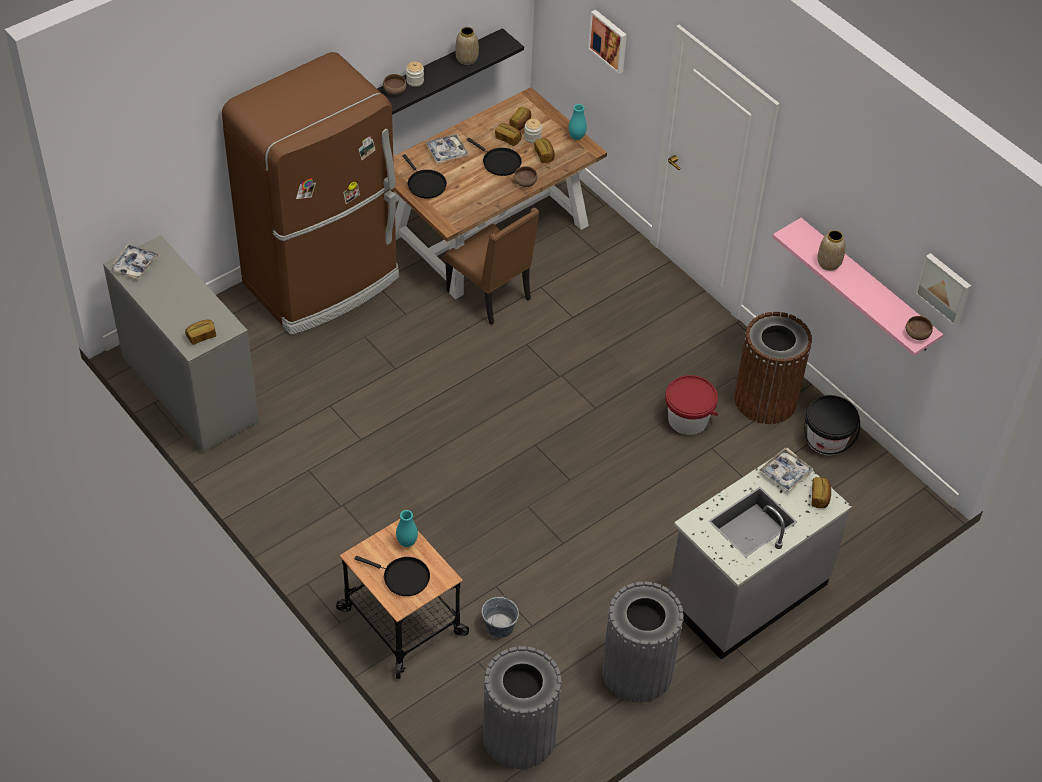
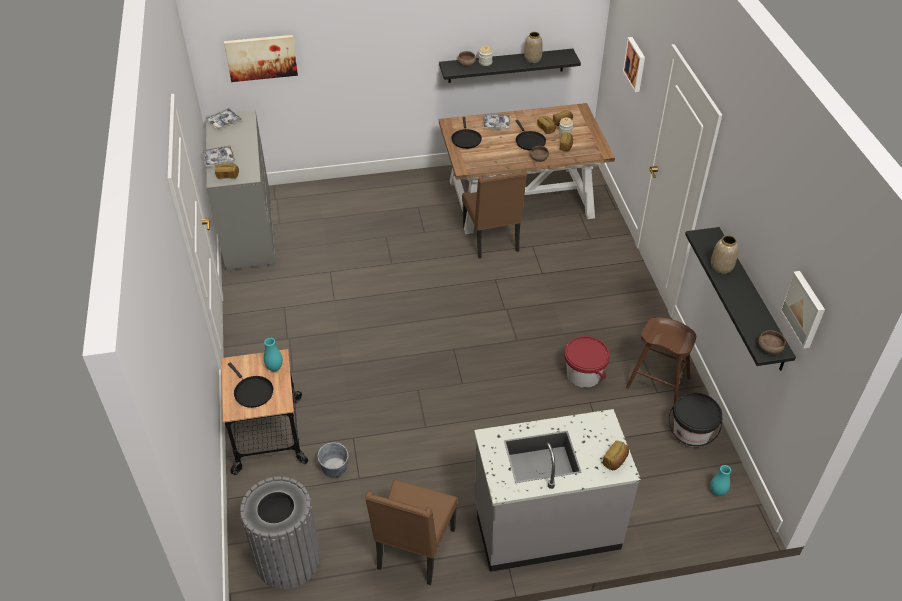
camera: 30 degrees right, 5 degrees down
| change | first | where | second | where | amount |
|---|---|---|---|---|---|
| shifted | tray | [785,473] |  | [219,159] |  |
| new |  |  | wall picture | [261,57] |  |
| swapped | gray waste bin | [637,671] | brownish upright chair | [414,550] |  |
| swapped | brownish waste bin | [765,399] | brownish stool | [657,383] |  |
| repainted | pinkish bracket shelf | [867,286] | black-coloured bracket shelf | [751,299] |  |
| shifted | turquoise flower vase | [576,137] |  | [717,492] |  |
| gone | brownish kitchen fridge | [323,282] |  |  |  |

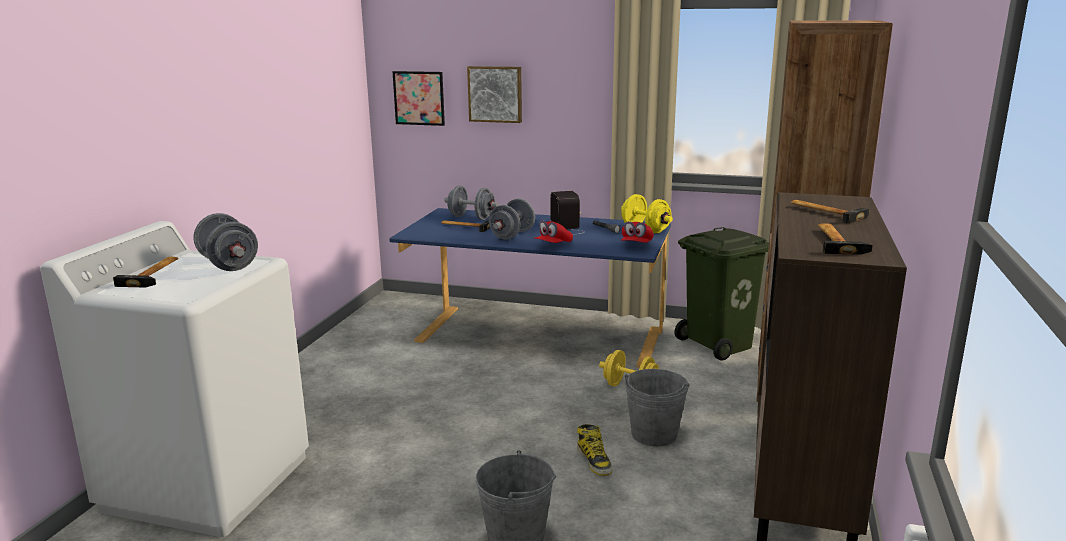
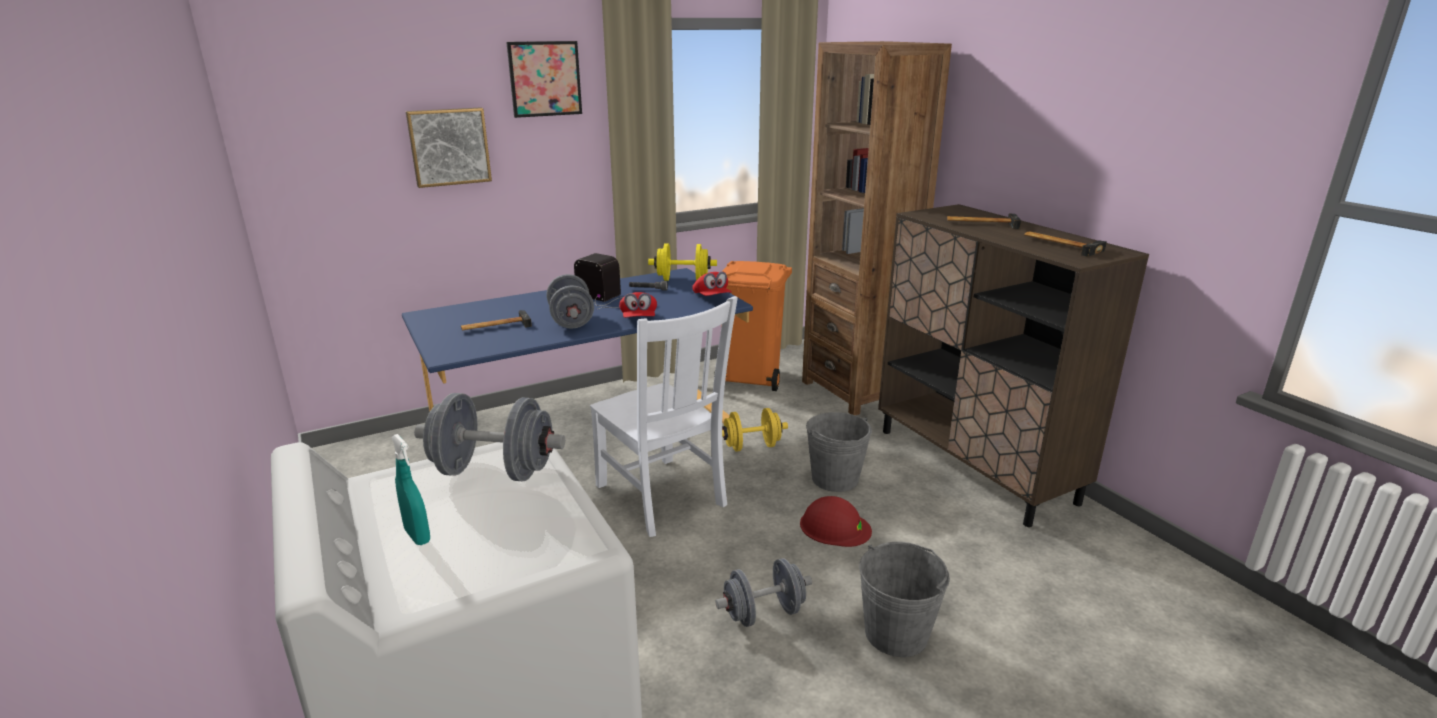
camera: 45 degrees left, 5 degrees up
| change | first | where | second | where | amount |
|---|---|---|---|---|---|
| swapped | hand hammer | [155,274] | turquoise spray bottle | [417,536] |  |
| shifted | wall picture | [419,98] |  | [545,79] |  |
| new |  |  | white upright chair | [662,497] |  |
| repainted | green-coloured waste bin | [719,344] | orange waste bin | [752,377] |  |
| shifted | gray hand weight | [471,217] |  | [763,613] |  |
| swapped | high-top boot | [594,461] | red hard hat | [834,527] |  |

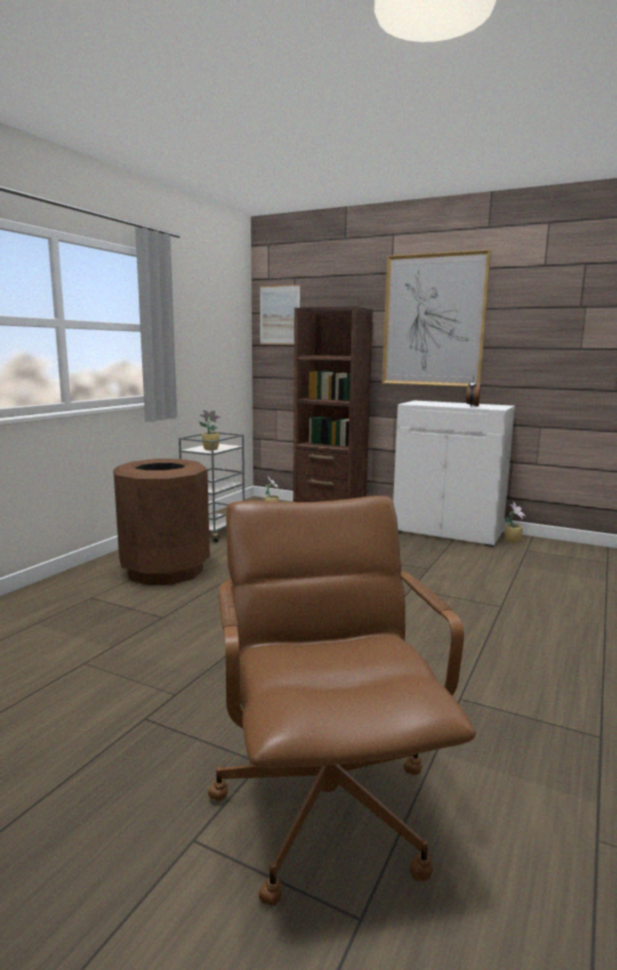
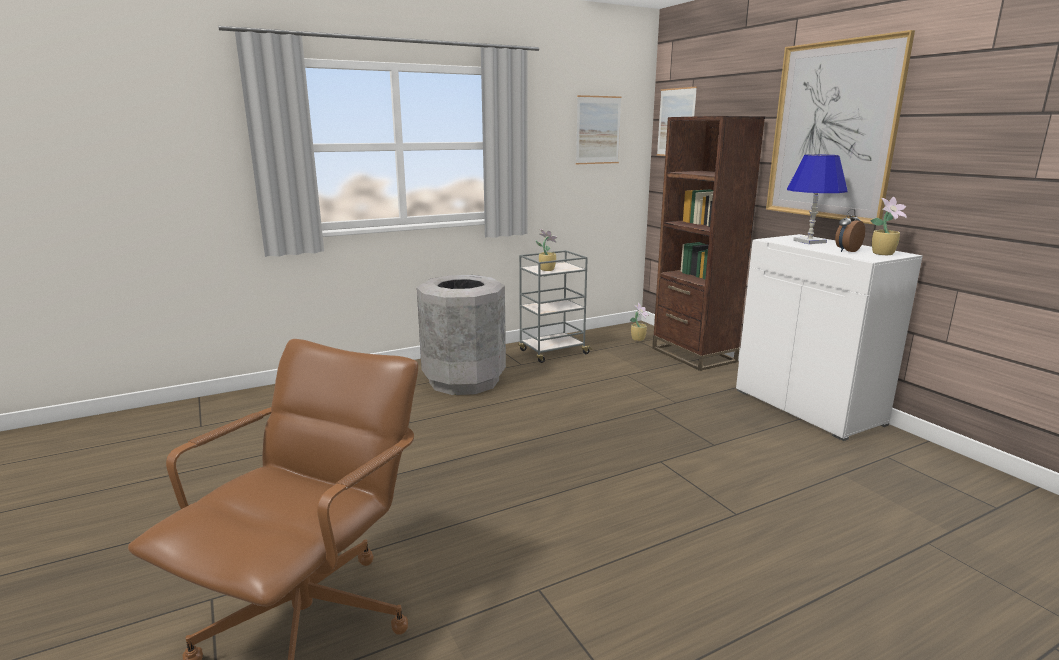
camera: 35 degrees right, 5 degrees up
| change | first | where | second | where | amount |
|---|---|---|---|---|---|
| repainted | brownish waste bin | [165,570] | gray waste bin | [464,381] |  |
| new |  |  | wall picture | [598,130] |  |
| new |  |  | blue tabletop lamp | [809,241] |  |
| shifted | plant in a pot | [513,541] |  | [884,254] |  |

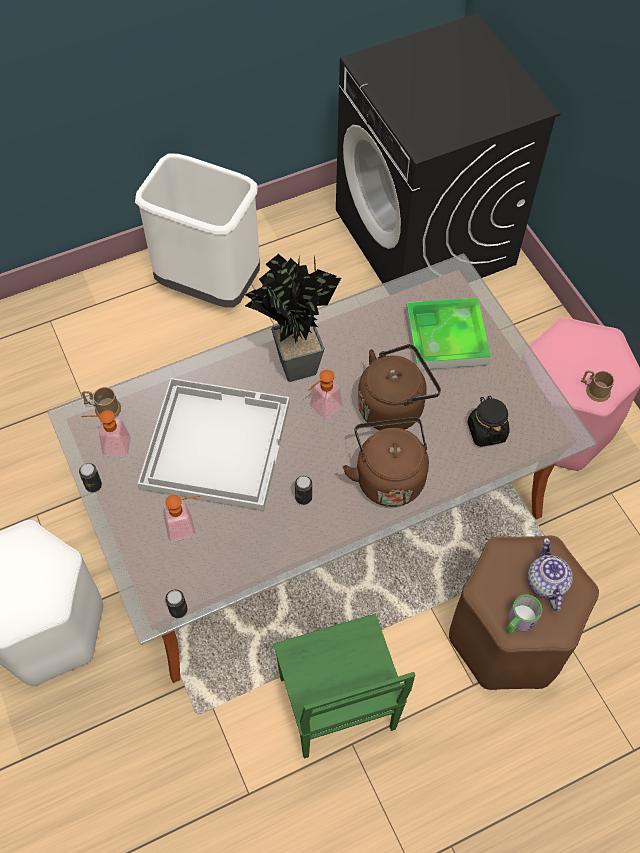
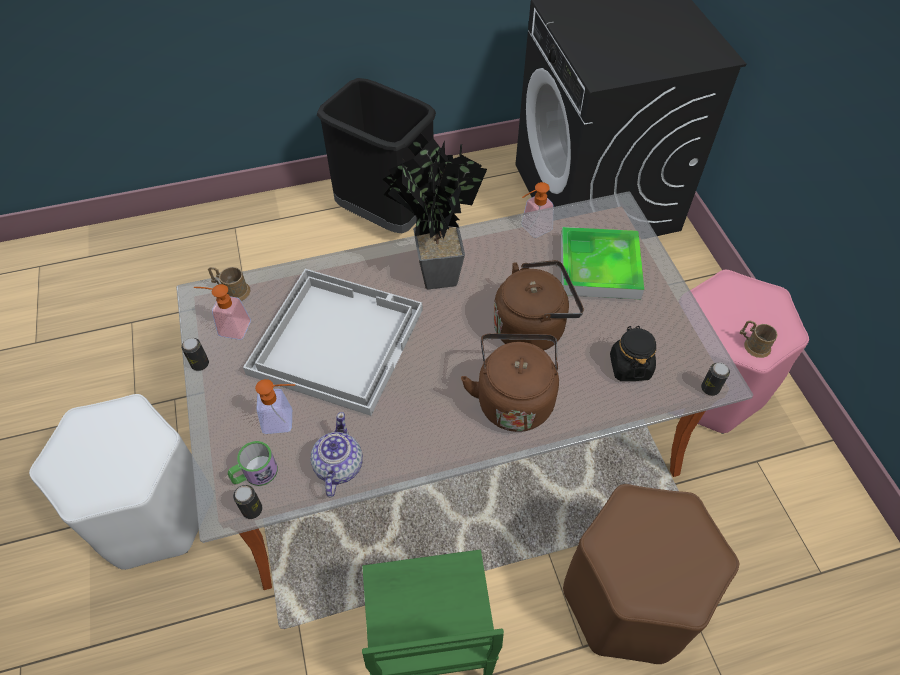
camera: 10 degrees right, 5 degrees down
| change | first | where | second | where | amount |
|---|---|---|---|---|---|
| shifted | mug | [518,622] |  | [255,474] |  |
| shifted | teapot | [546,583] |  | [338,467] |  |
| repainted | white waste bin | [210,284] | black-coloured waste bin | [387,214] |  |
| shifted | soap dispenser | [322,410] |  | [532,230] |  |
| shifted | metal can | [303,497] |  | [710,388] |  |

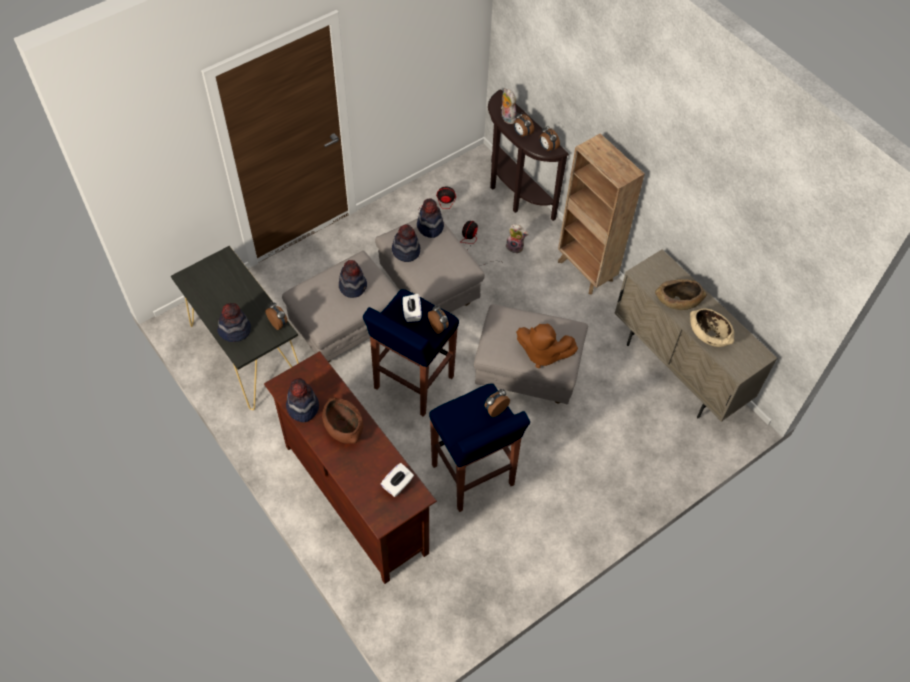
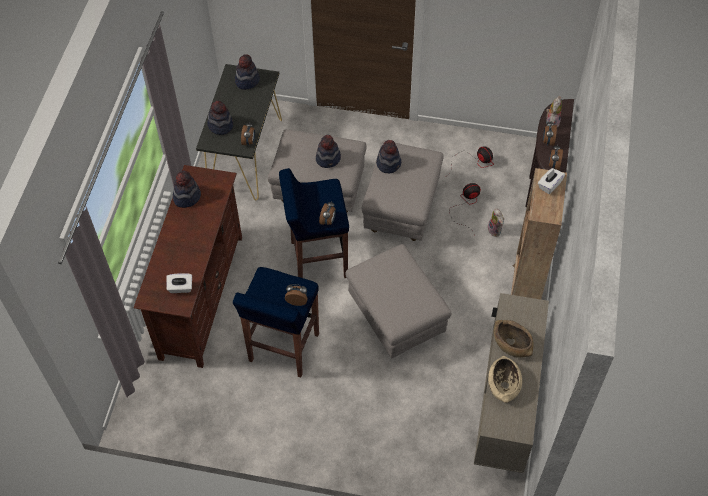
camera: 50 degrees right, 0 degrees up
| change | first | where | second | where | amount |
|---|---|---|---|---|---|
| shifted | hat | [430,227] |  | [247,80] |  |
| shifted | white tissue box | [412,313] |  | [549,185] |  |
| gone | brownish bowl | [343,426] |  |  |  |
| gone | brownish plush toy | [542,354] |  |  |  |

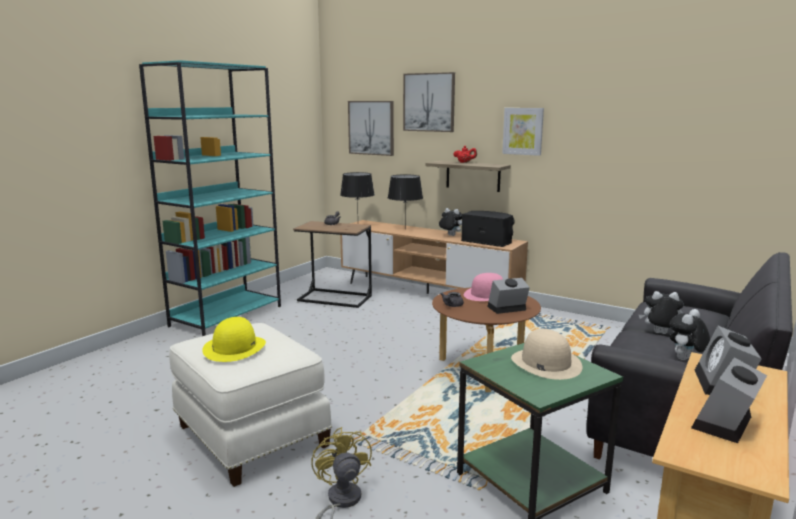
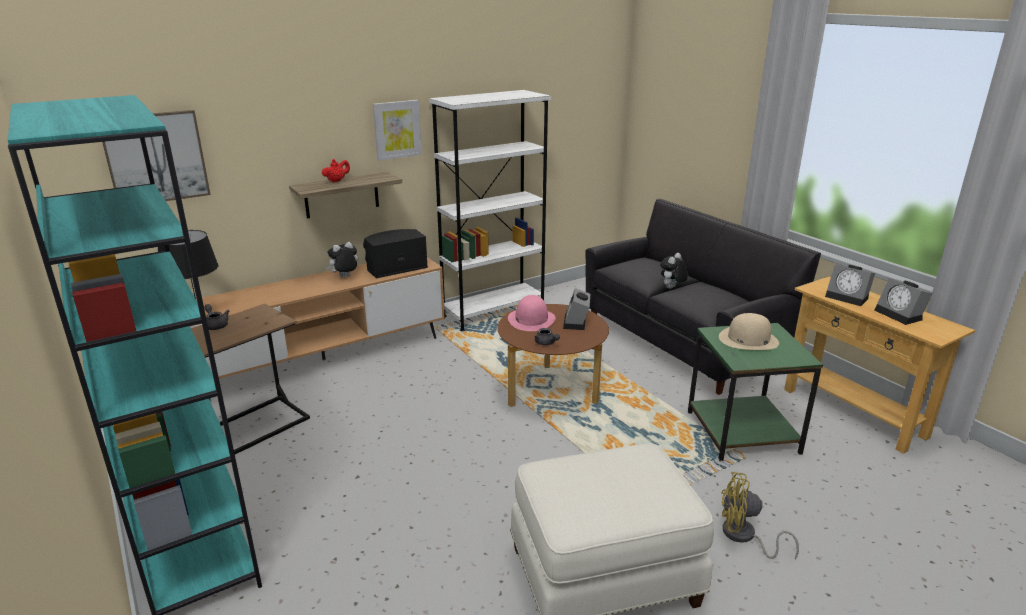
camera: 65 degrees left, 10 degrees up
| change | first | where | second | where | amount |
|---|---|---|---|---|---|
| new |  |  | white bookcase | [493,312] |  |
| gone | yellow-coloured hat | [234,348] |  |  |  |
| gone | black-coloured tabletop lamp | [405,229] |  |  |  |
| gone | wall picture | [429,102] |  |  |  |
| gone | plush toy | [685,360] |  |  |  |

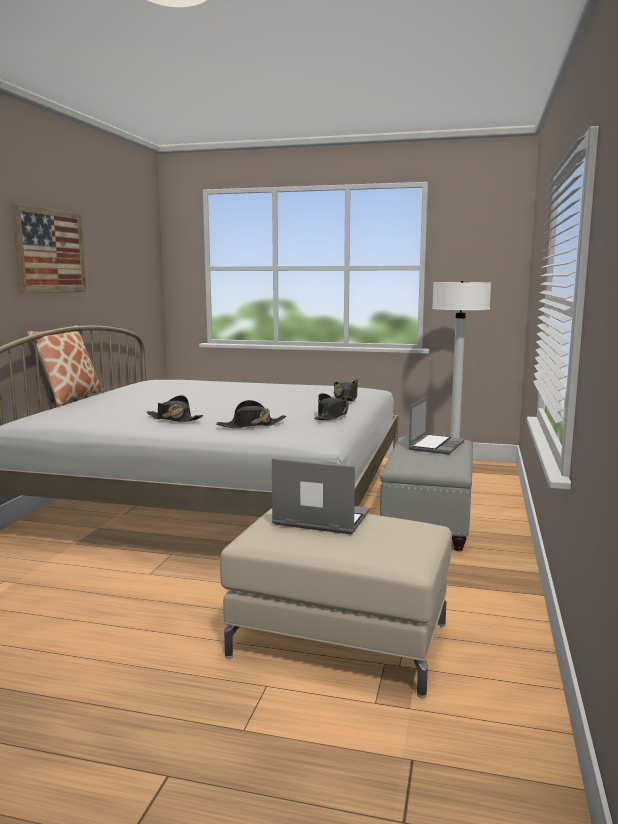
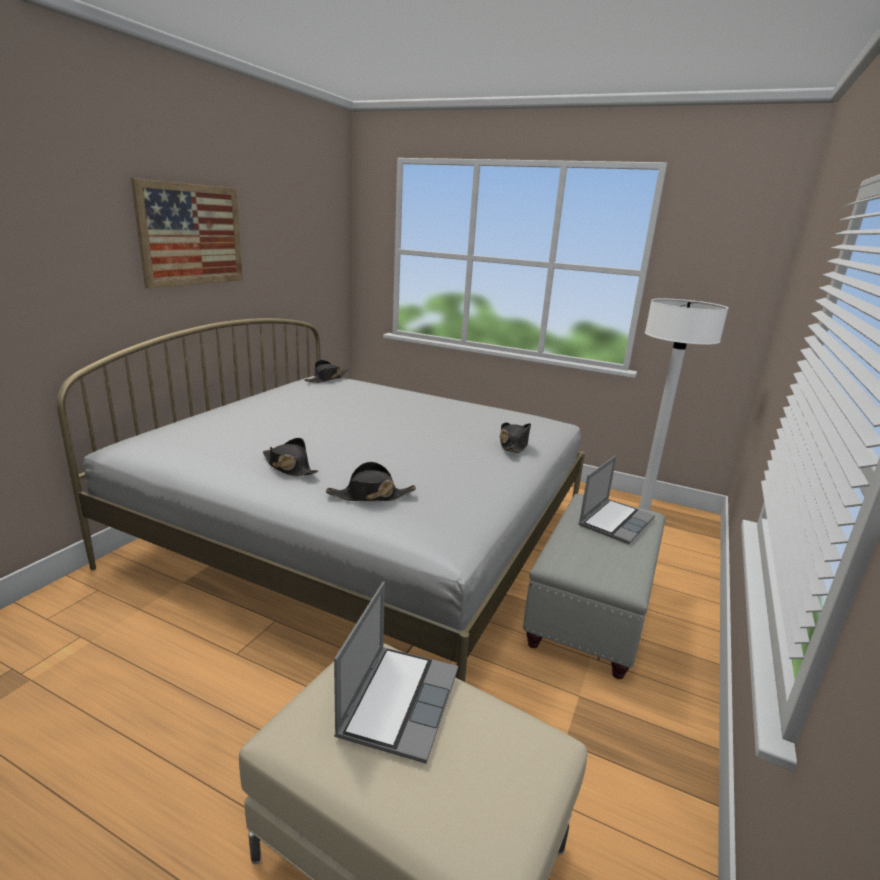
camera: 10 degrees right, 10 degrees up
| change | first | where | second | where | amount |
|---|---|---|---|---|---|
| shifted | black-coloured hat | [332,416] |  | [327,379] |  |
| rotated | portable computer | [319,519] |  | [398,701] | 75 degrees clockwise |
| gone | pillow | [70,398] |  |  |  |

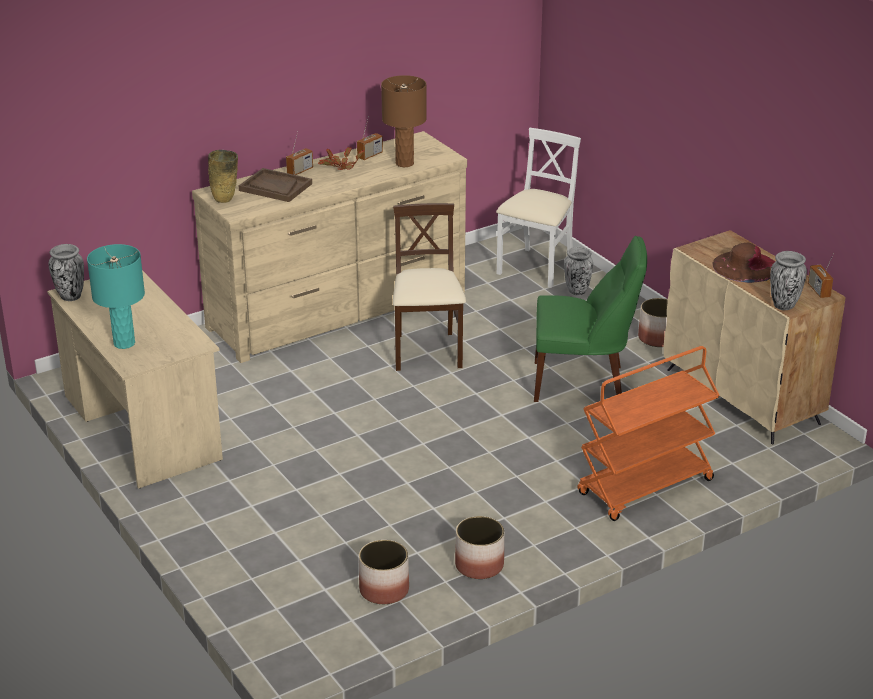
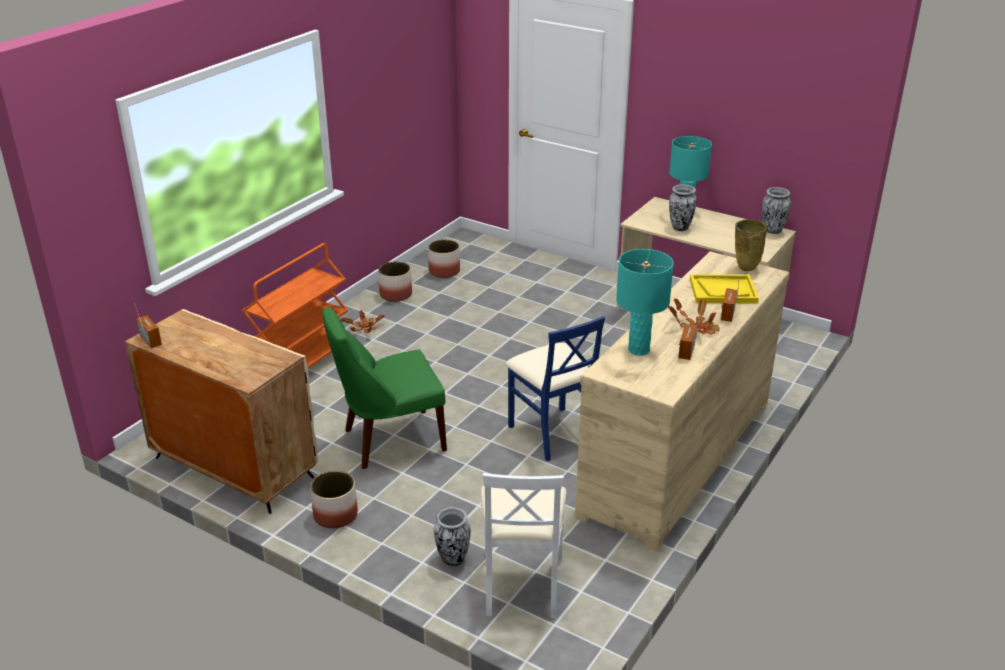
camera: 155 degrees right, 0 degrees up
| change | first | where | second | where | amount |
|---|---|---|---|---|---|
| new |  |  | plant in a pot | [364,328] |  |
| repainted | beige-coloured upright chair | [427,352] | blue upright chair | [552,433] |  |
| repainted | brownish tabletop lamp | [405,163] | turquoise tabletop lamp | [638,350] |  |
| shifted | flower vase | [783,305] |  | [680,228] |  |
| repainted | brownish tray | [275,187] | yellow-coloured tray | [723,291] |  |
| gone | brownish hat | [745,266] |  |  |  |

